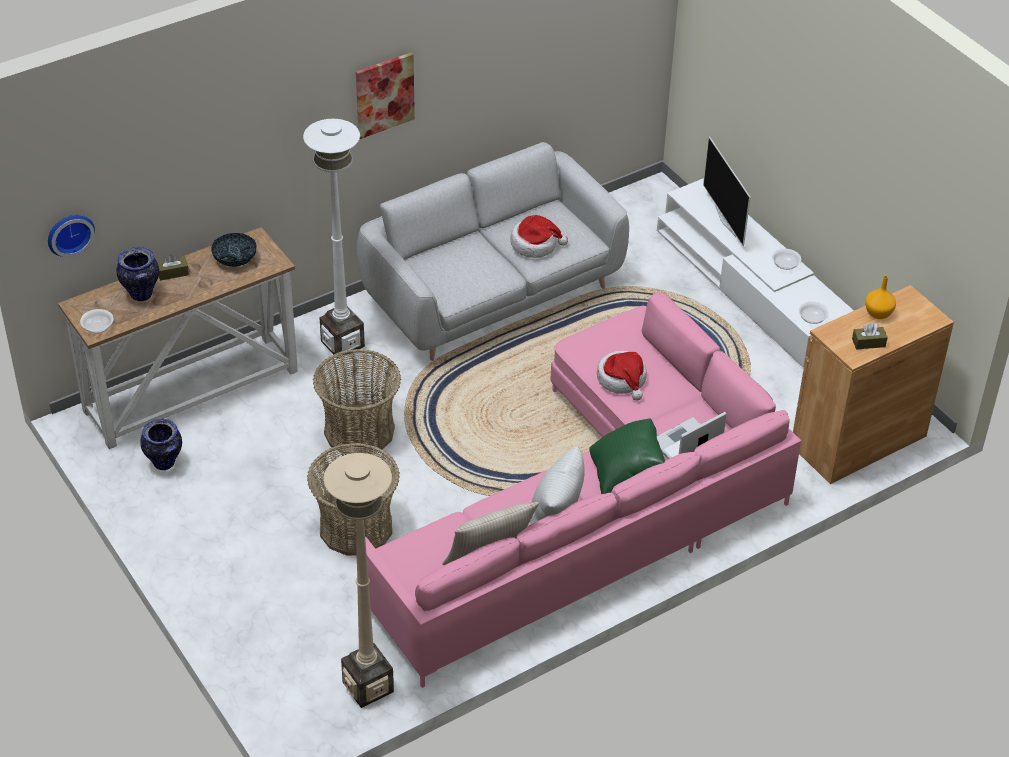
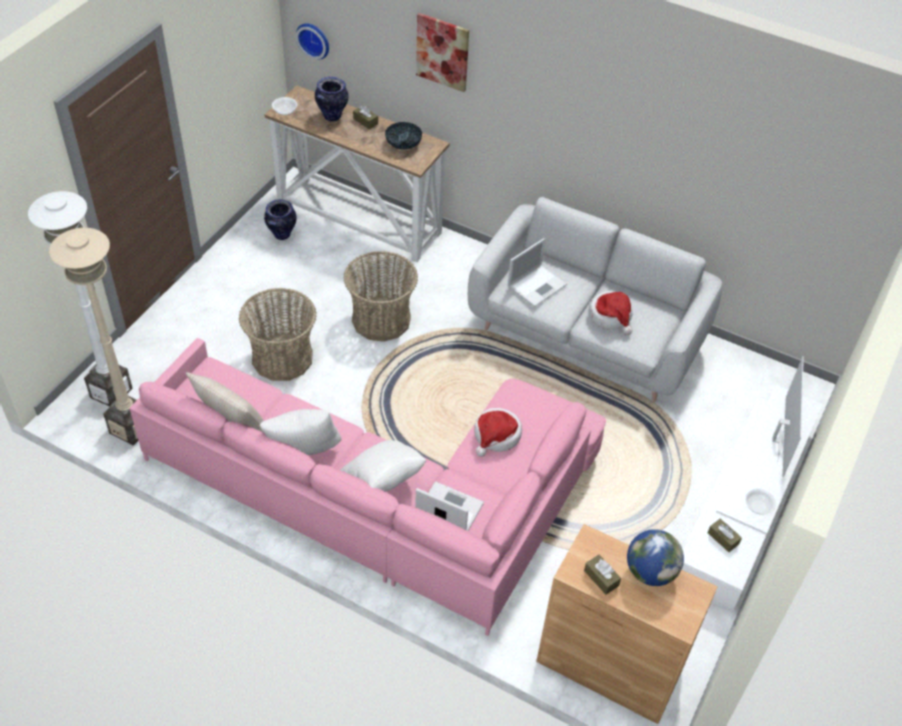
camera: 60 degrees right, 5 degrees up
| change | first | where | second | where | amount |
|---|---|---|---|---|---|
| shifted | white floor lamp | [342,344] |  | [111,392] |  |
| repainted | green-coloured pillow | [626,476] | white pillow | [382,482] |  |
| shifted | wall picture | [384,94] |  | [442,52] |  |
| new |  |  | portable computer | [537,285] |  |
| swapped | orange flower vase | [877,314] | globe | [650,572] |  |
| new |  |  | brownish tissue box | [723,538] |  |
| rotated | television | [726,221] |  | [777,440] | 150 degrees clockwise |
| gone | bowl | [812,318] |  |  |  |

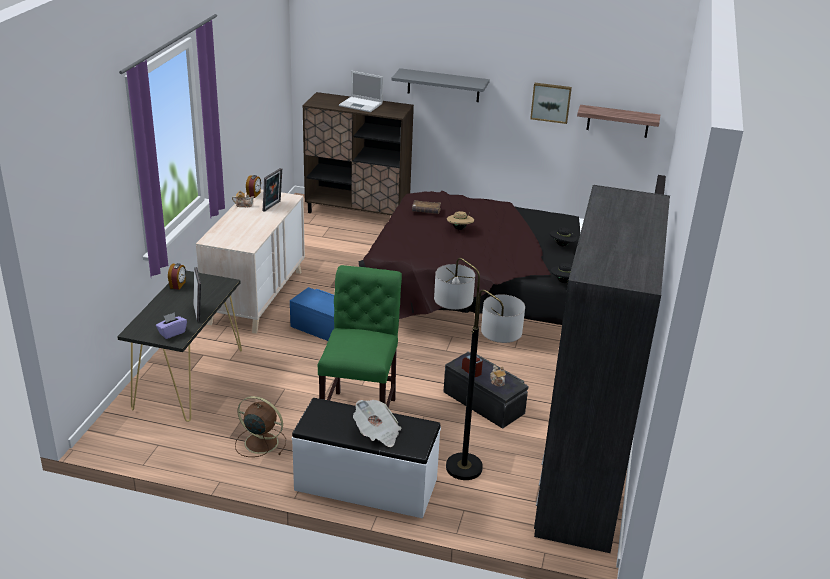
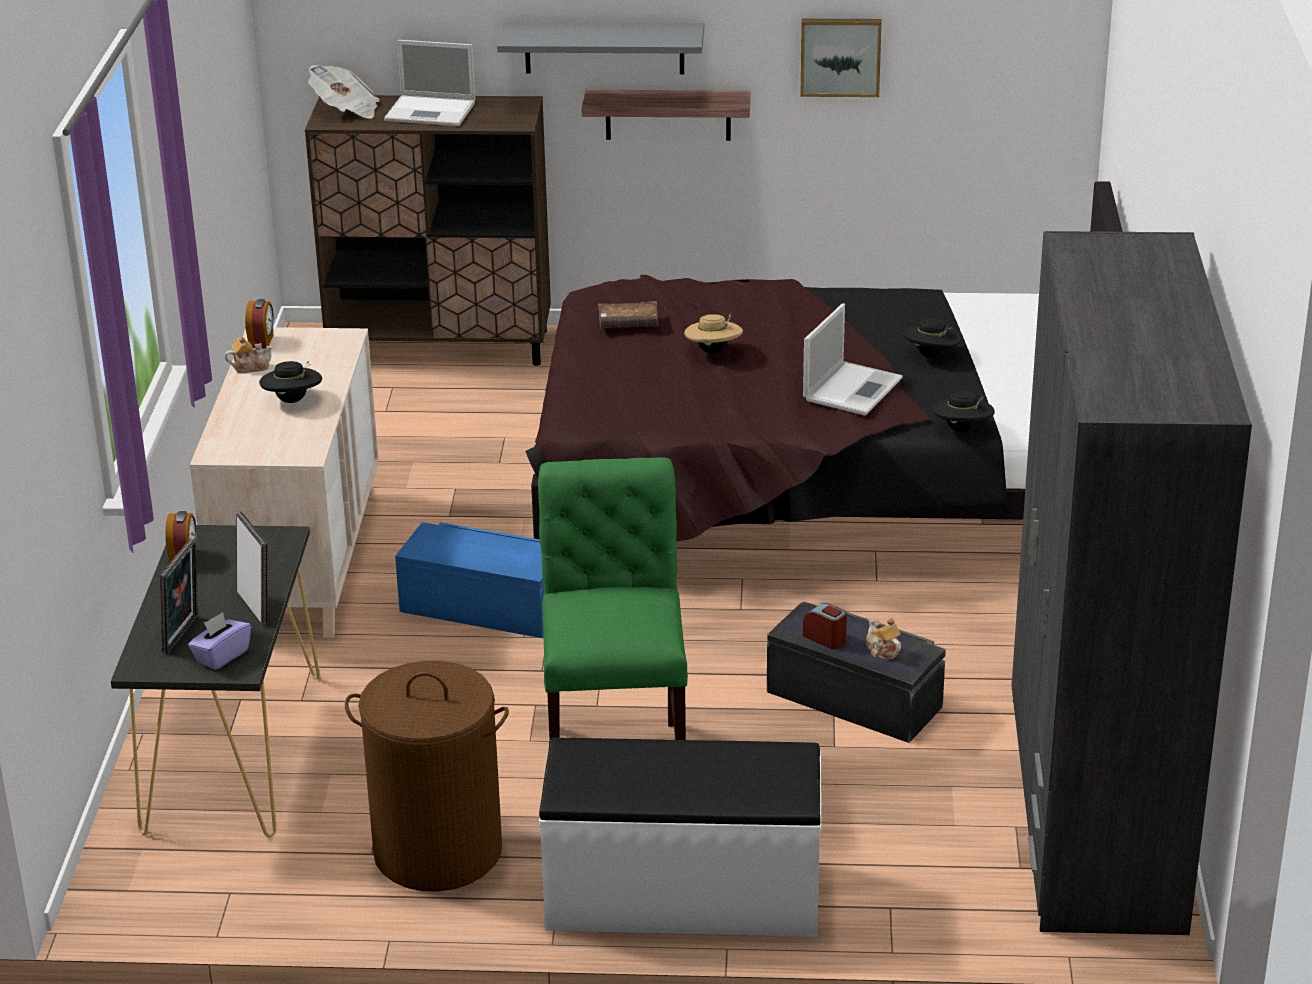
camera: 10 degrees left, 0 degrees up
| change | first | where | second | where | amount |
|---|---|---|---|---|---|
| shifted | standing frame | [273,206] |  | [184,635] |  |
| new |  |  | black-coloured hat | [292,400] |  |
| shifted | printed paper | [377,433] |  | [346,109] |  |
| swapped | brownish electric fan | [260,442] | brownish hamper | [437,852] |  |
| shifted | bracket shelf | [618,121] |  | [668,114] |  |
| new |  |  | portable computer | [853,388] |  |
| gone | floor lamp | [464,468] |  |  |  |

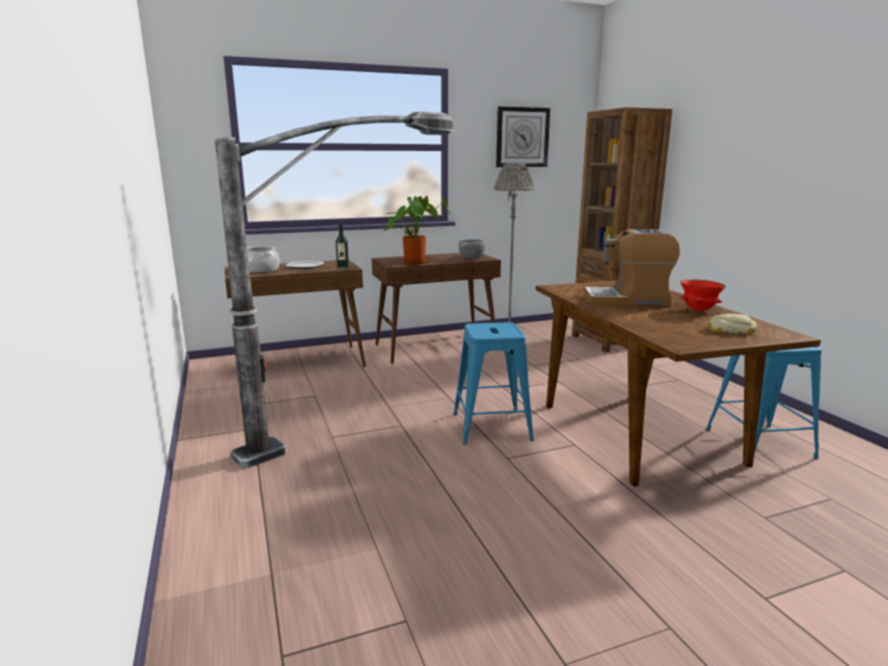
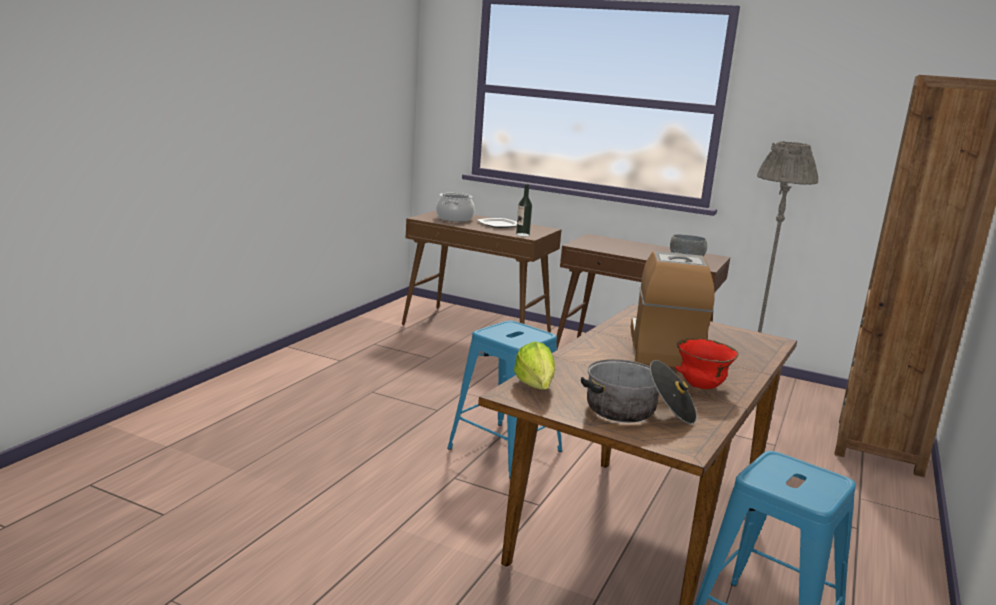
camera: 45 degrees right, 0 degrees up
| change | first | where | second | where | amount |
|---|---|---|---|---|---|
| new |  |  | lettuce | [535,389] |  |
| swapped | bakery bread | [730,330] | stockpot | [638,412] |  |
| rotated | coffee machine | [627,300] |  | [664,349] | 45 degrees clockwise |
| gone | floor lamp | [357,420] |  |  |  |
| gone | plant in a pot | [415,262] |  |  |  |
| gone | wall clock | [522,137] |  |  |  |

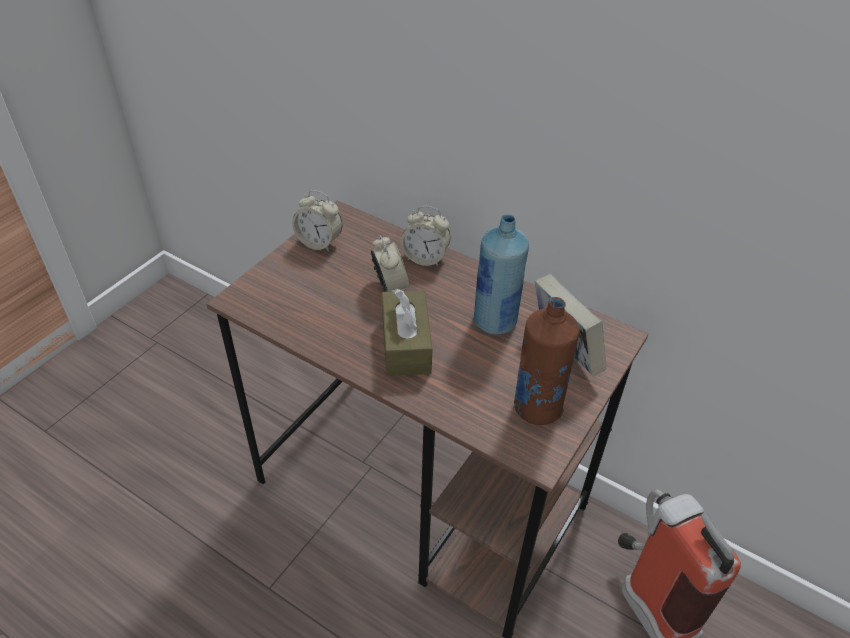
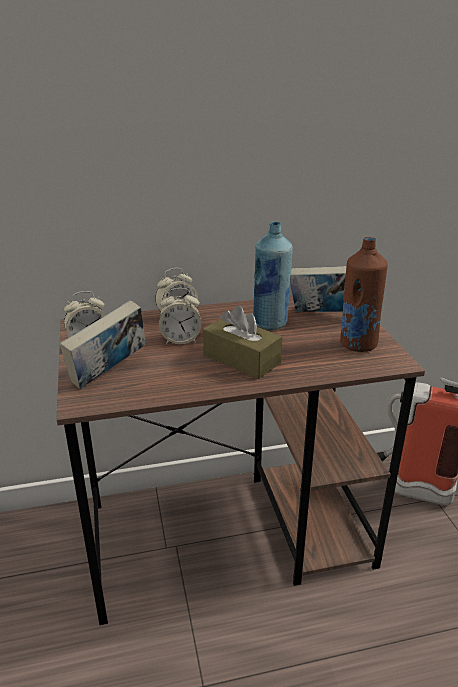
camera: 45 degrees left, 15 degrees down
| change | first | where | second | where | amount |
|---|---|---|---|---|---|
| new |  |  | book | [109,374] |  |
| rotated | table clock | [390,287] |  | [180,340] | 150 degrees clockwise |

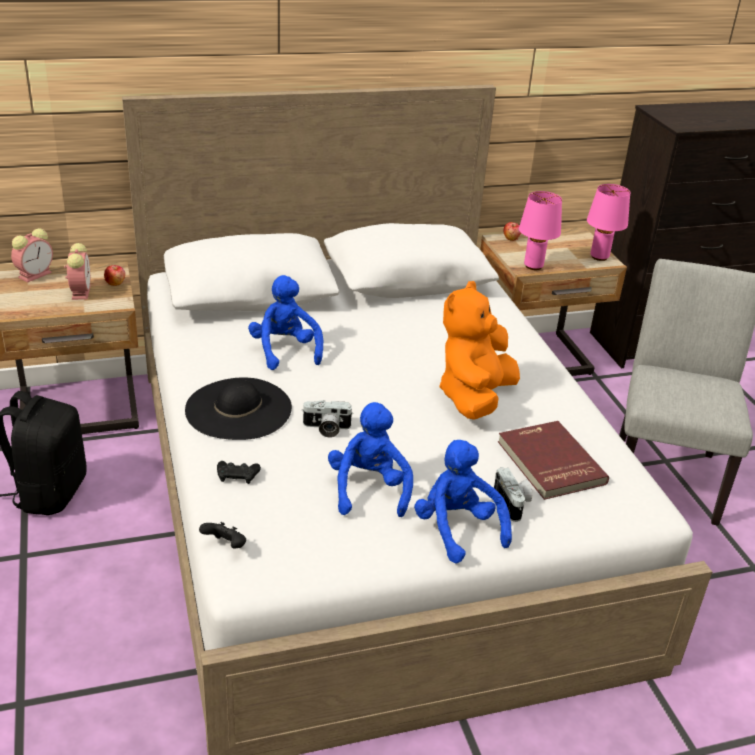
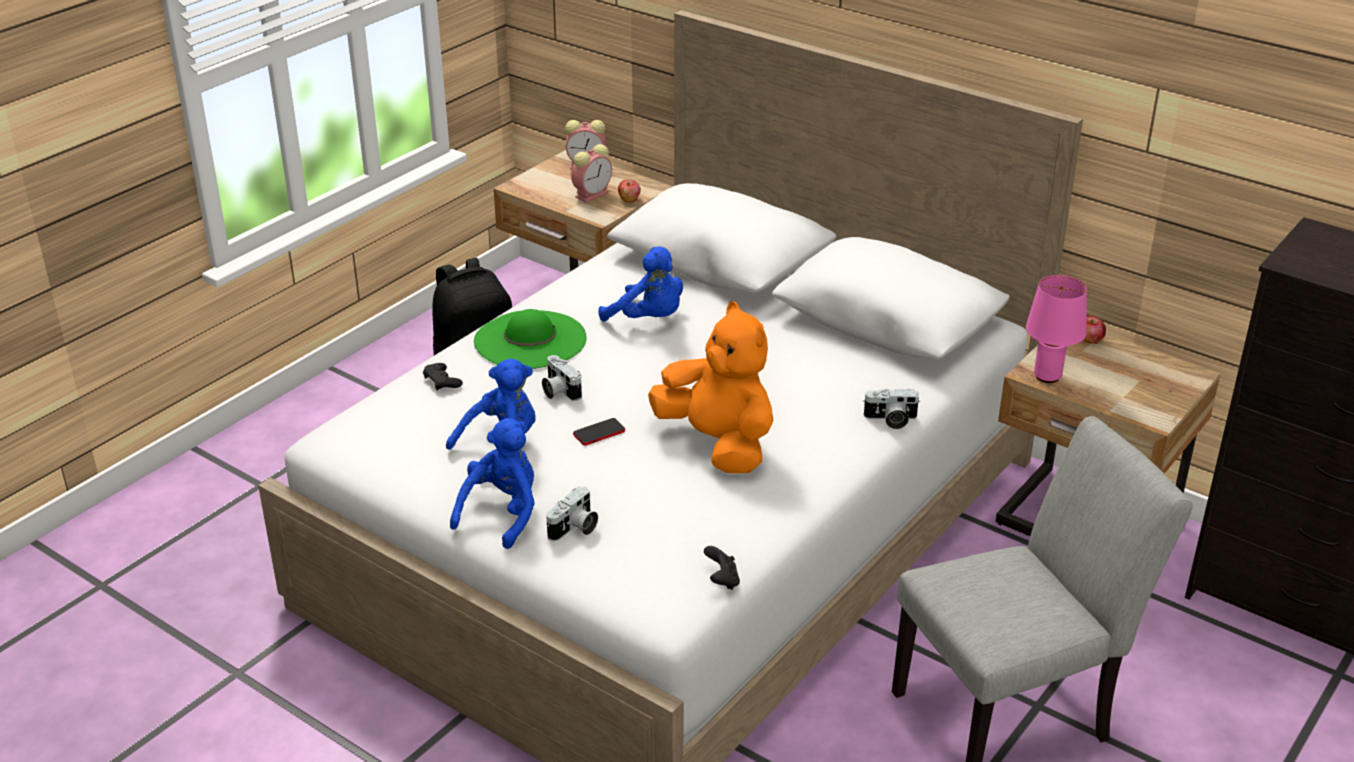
camera: 55 degrees right, 0 degrees up
| change | first | where | second | where | amount |
|---|---|---|---|---|---|
| repainted | black-coloured hat | [238,409] | green-coloured hat | [530,340] |  |
| new |  |  | handset | [599,433] |  |
| rotated | blue plush toy | [285,350] |  | [648,319] | 90 degrees clockwise |
| rotated | orange plush toy | [474,397] |  | [718,443] | 60 degrees clockwise |
| shifted | black-coloured game controller | [225,546] |  | [722,580] |  |
| new |  |  | photo camera | [890,420] |  |
| gone | red book | [549,463] |  |  |  |
| gone | pinkish tabletop lamp | [599,256] |  |  |  |

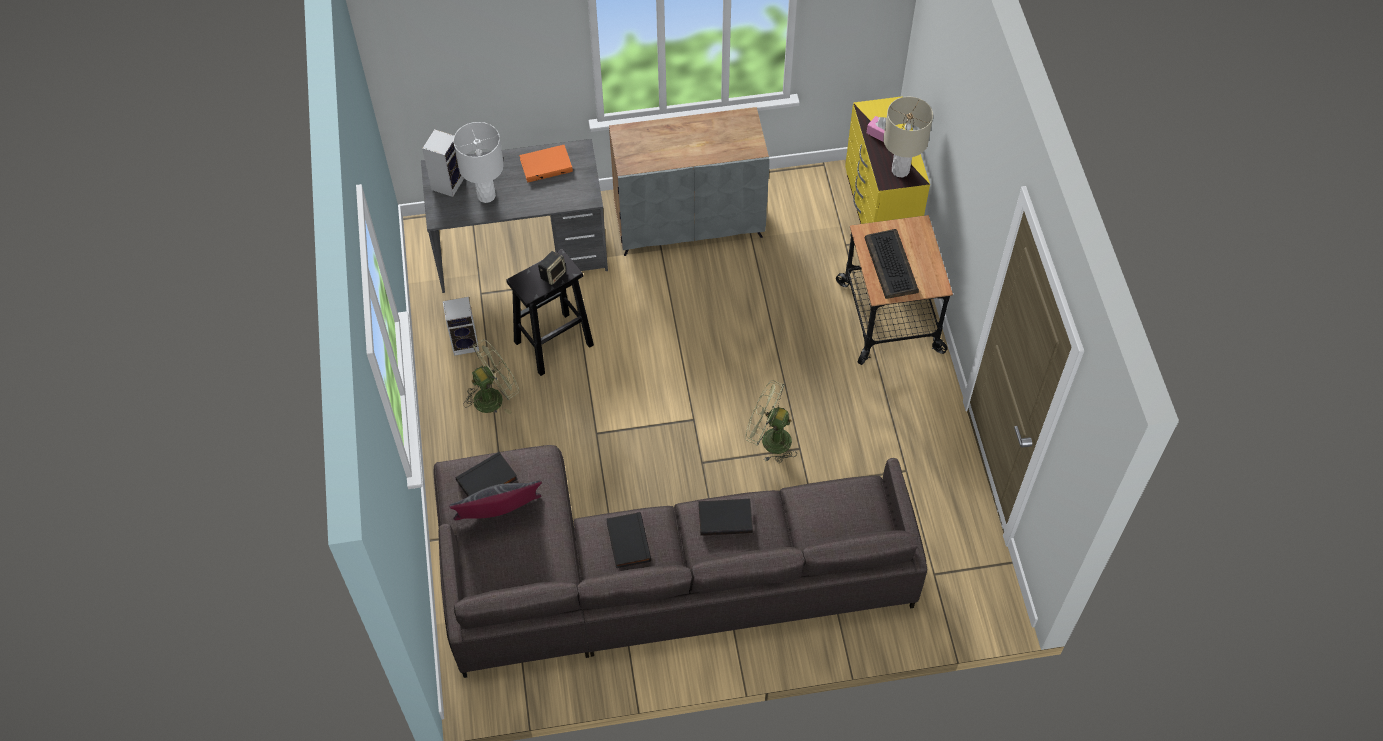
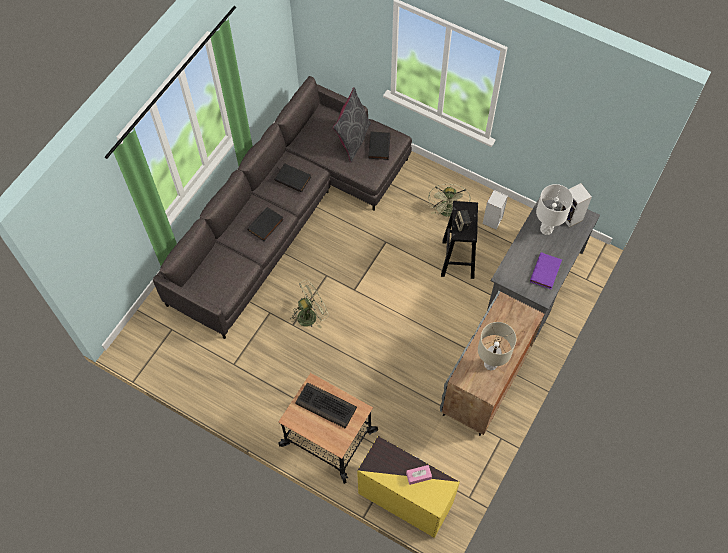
camera: 130 degrees right, 5 degrees up
| change | first | where | second | where | amount |
|---|---|---|---|---|---|
| shifted | beige-coloured tabletop lamp | [900,170] |  | [491,363] |  |
| repainted | orange book | [546,165] | purplish book | [546,272] |  |

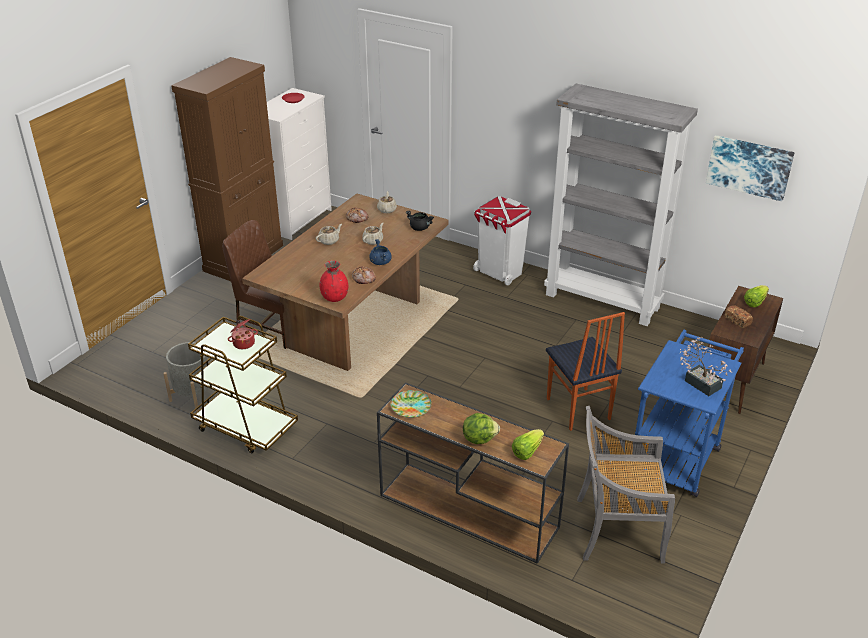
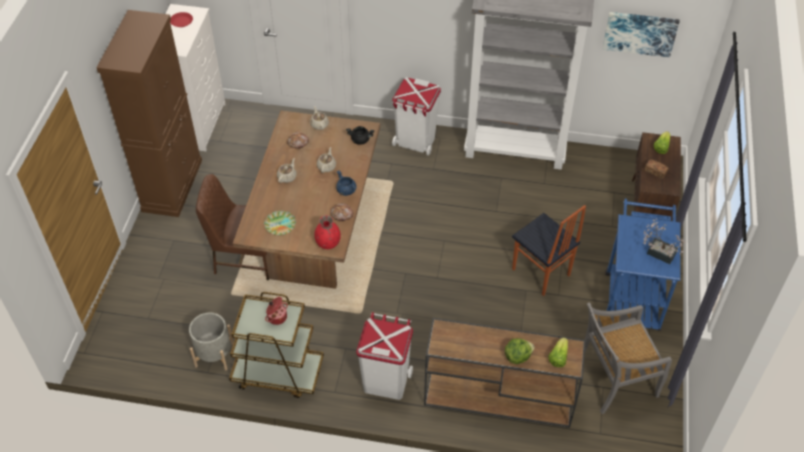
camera: 20 degrees left, 15 degrees up
| change | first | where | second | where | amount |
|---|---|---|---|---|---|
| shifted | flat dish | [411,406] |  | [280,224] |  |
| new |  |  | white waste bin | [386,381] |  |

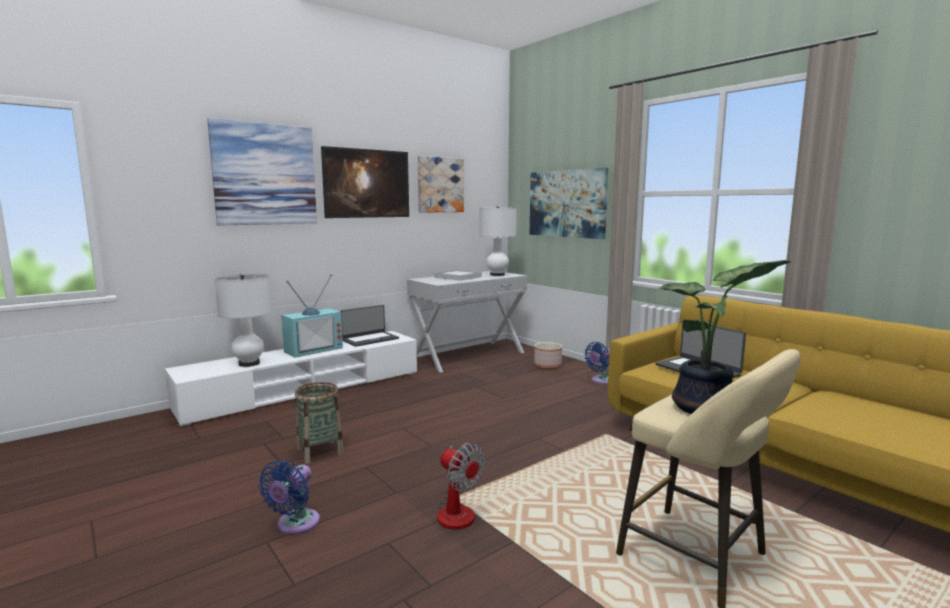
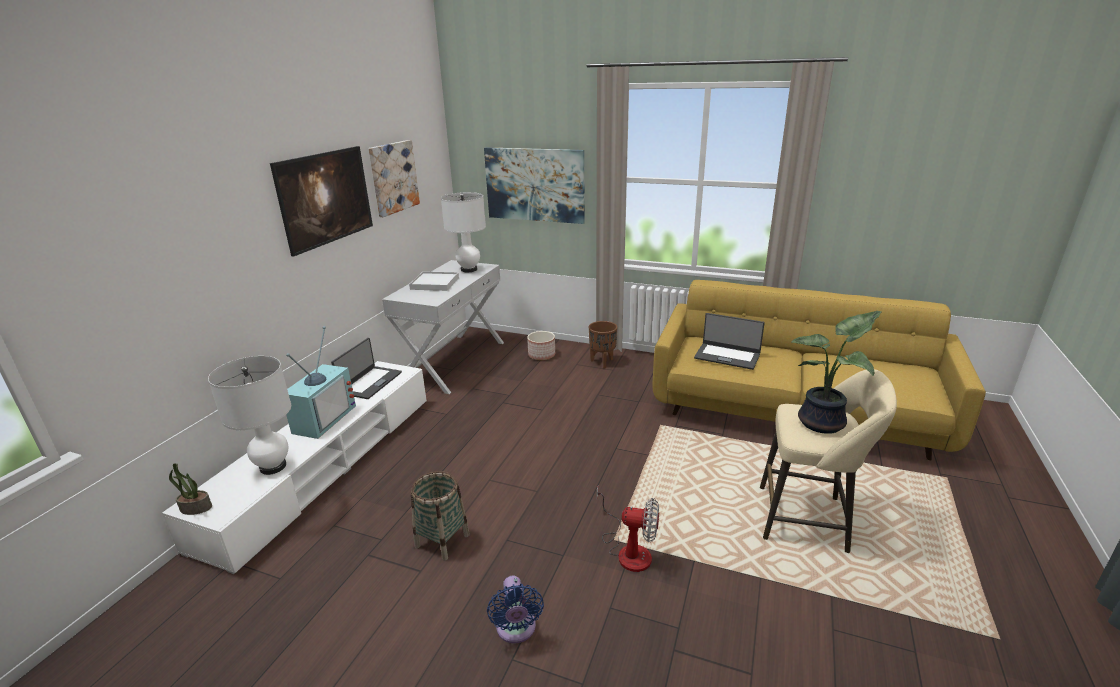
camera: 30 degrees left, 15 degrees up
| change | first | where | second | where | amount |
|---|---|---|---|---|---|
| new |  |  | plant in a pot | [195,508] |  |
| swapped | blue electric fan | [600,381] | brownish flower pot | [602,362] |  |
| gone | wall picture | [265,174] |  |  |  |

